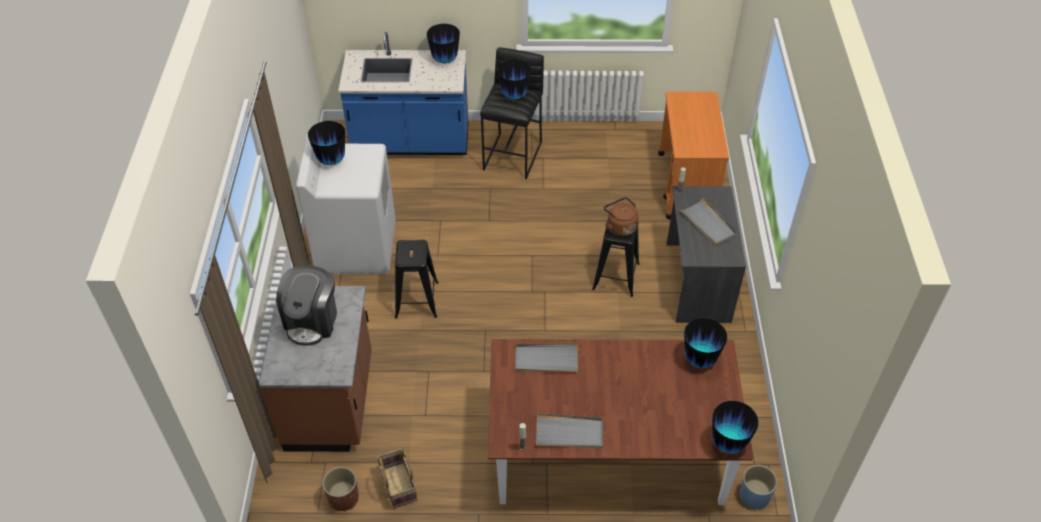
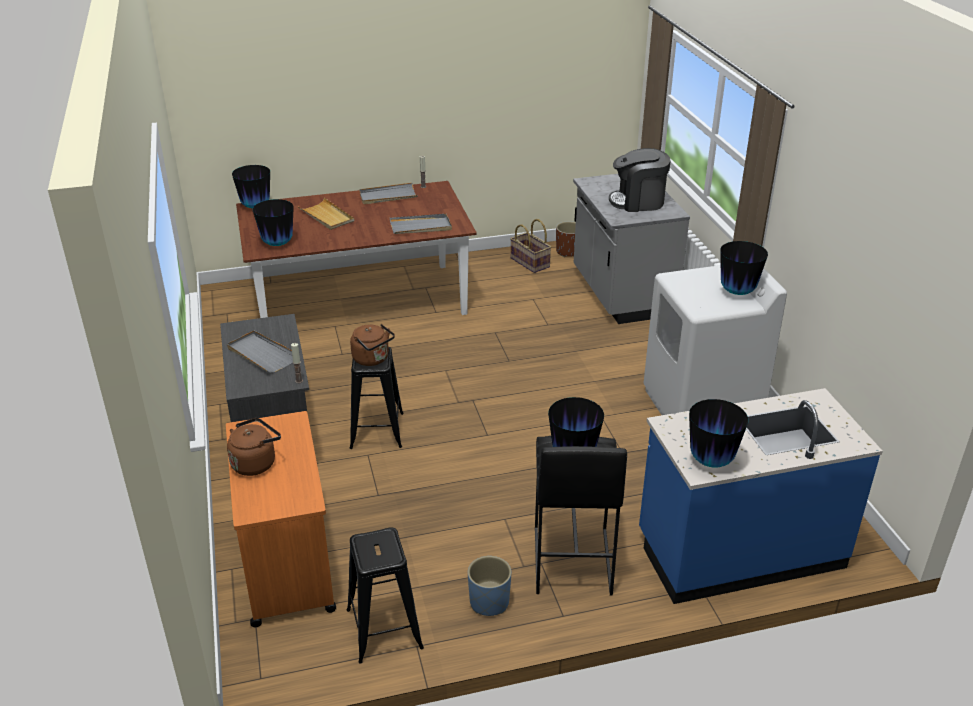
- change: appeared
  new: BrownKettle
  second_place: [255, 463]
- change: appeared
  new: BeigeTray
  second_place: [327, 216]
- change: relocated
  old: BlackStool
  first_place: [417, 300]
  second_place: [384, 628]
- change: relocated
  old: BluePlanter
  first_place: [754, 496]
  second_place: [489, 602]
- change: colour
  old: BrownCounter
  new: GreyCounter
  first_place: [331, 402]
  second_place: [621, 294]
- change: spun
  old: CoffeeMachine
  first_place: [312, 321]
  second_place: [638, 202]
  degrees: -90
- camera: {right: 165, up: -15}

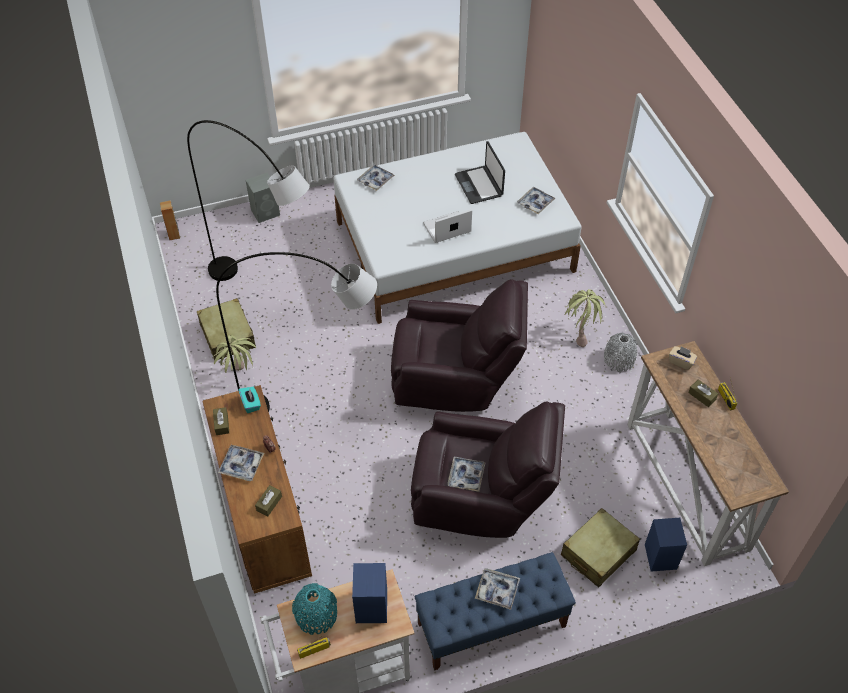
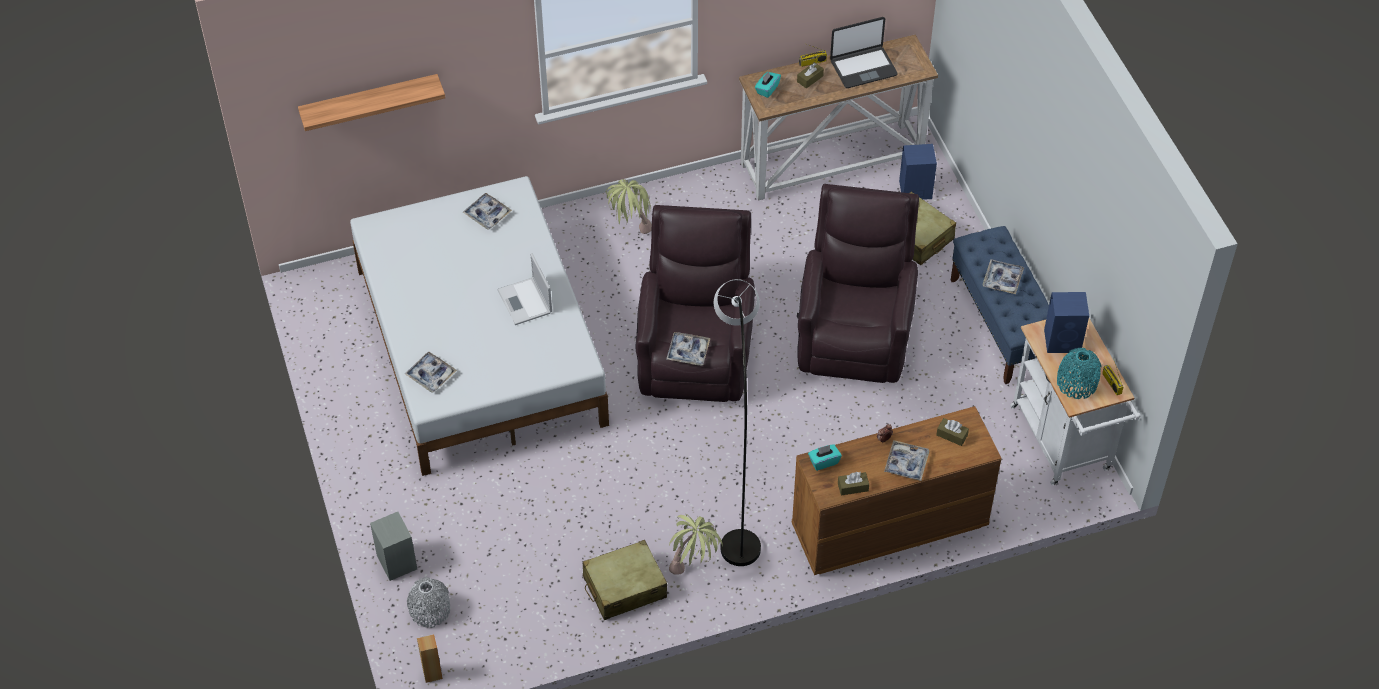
- change: appeared
  new: Shelf
  second_place: [369, 102]
- change: relocated
  old: GreyVase
  first_place: [619, 360]
  second_place: [430, 610]
- change: relocated
  old: Tray
  first_place: [466, 476]
  second_place: [688, 352]
- change: colour
  old: BeigeTissueBox
  new: TurquoiseTissueBox
  first_place: [681, 362]
  second_place: [767, 89]
- change: relocated
  old: Laptop
  first_place: [479, 185]
  second_place: [863, 67]
- change: missing
  old: GreyFloorLamp
  first_place: [268, 291]
- camera: {right: -90, up: 0}

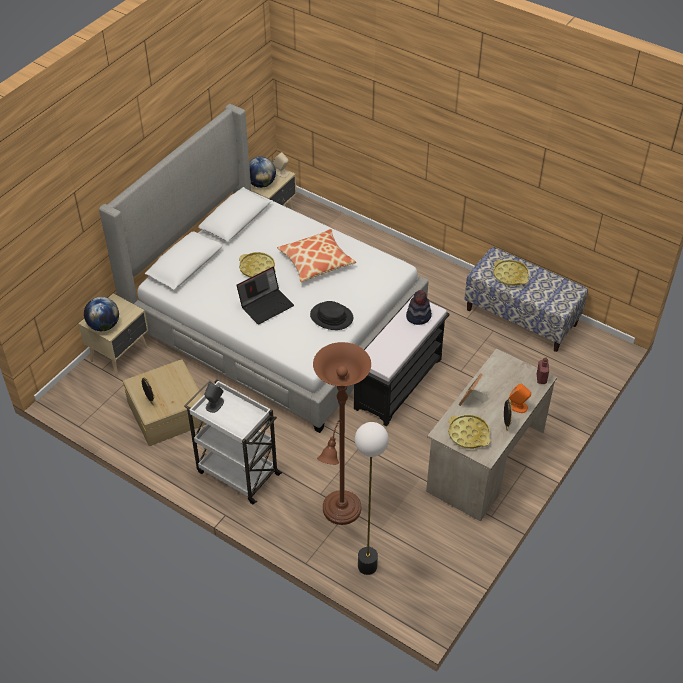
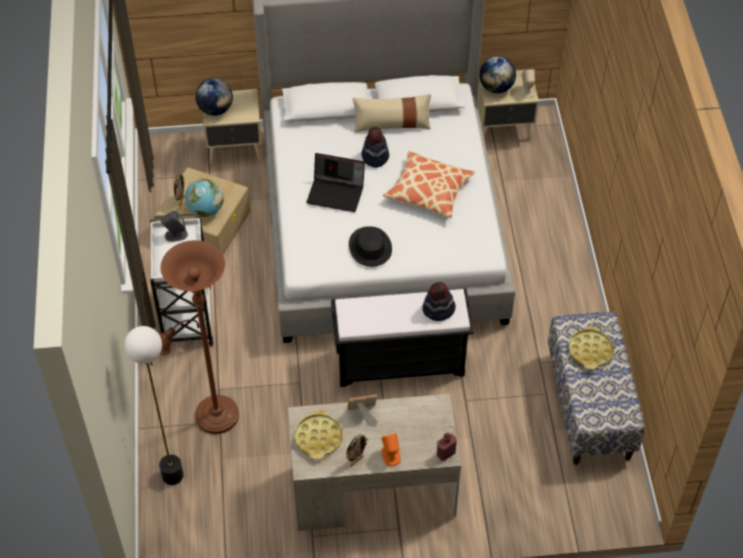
- change: appeared
  new: Globe
  second_place: [205, 210]
- change: appeared
  new: BeigePillow
  second_place: [392, 124]
- change: exchanged
  old: YellowTray
  new: Hat
  first_place: [257, 268]
  second_place: [375, 156]
- camera: {right: 50, up: 5}

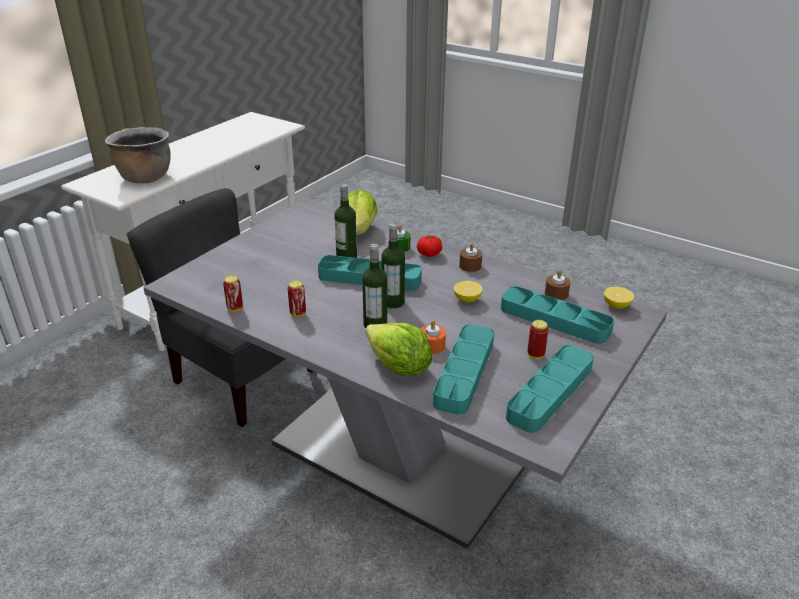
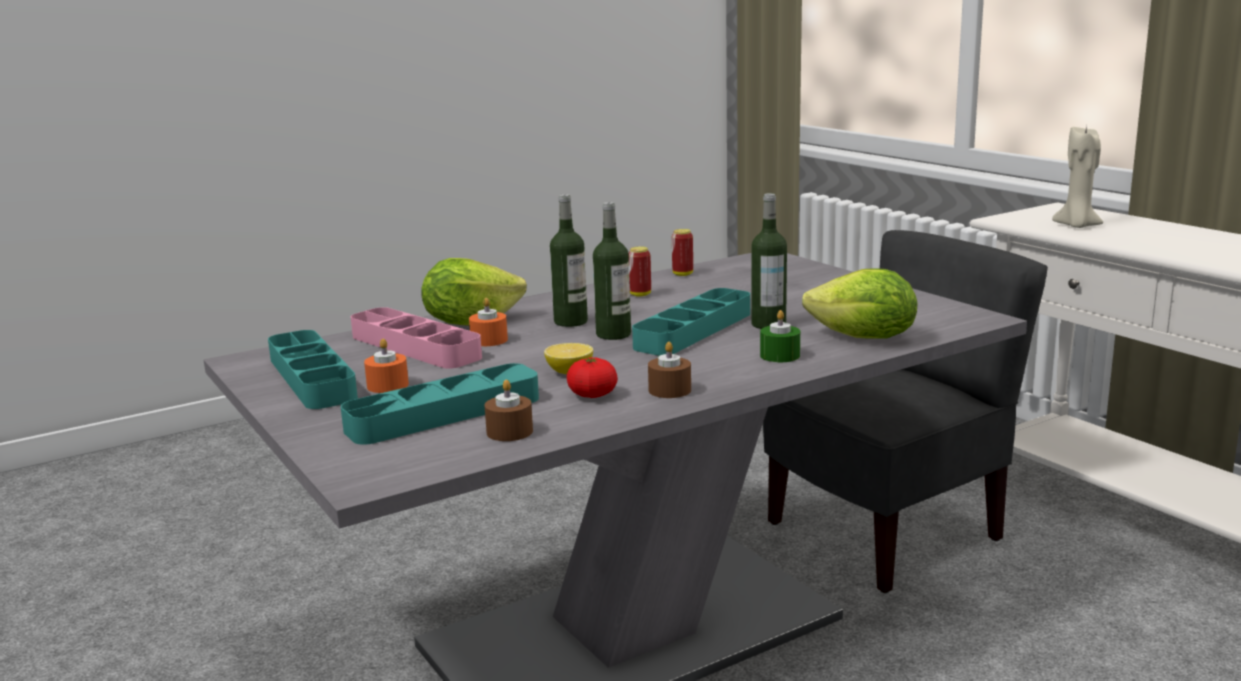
- change: colour
  old: TurquoiseTray
  new: PinkTray
  first_place: [464, 373]
  second_place: [415, 346]
- change: exchanged
  old: Can
  new: OrangeCandle
  first_place: [535, 355]
  second_place: [387, 385]
- change: relocated
  old: Tomato
  first_place: [429, 254]
  second_place: [592, 395]
- change: exchanged
  old: BrownCookingPot
  new: BeigeCandle
  first_place: [145, 177]
  second_place: [1076, 226]
- change: missing
  old: Lemon
  first_place: [616, 306]
- camera: {right: 115, up: -15}

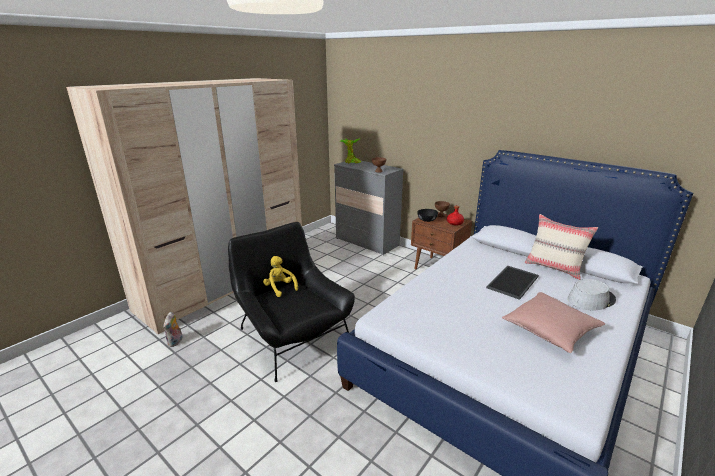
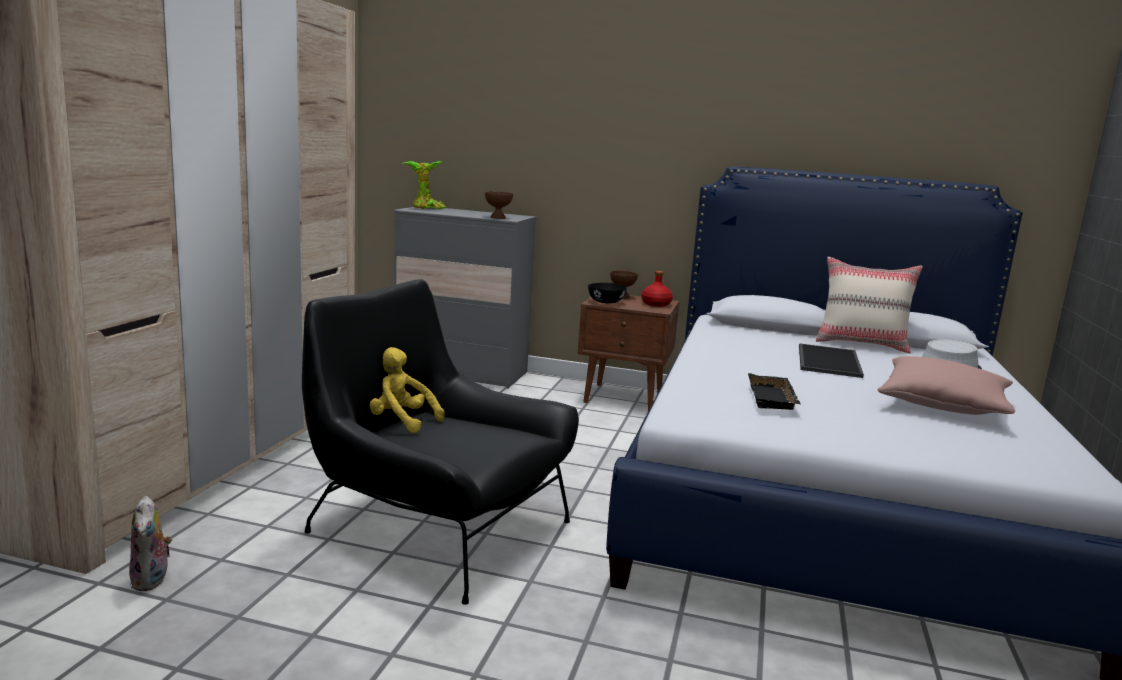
- change: appeared
  new: BlackTray
  second_place: [774, 398]
- camera: {right: -25, up: -10}

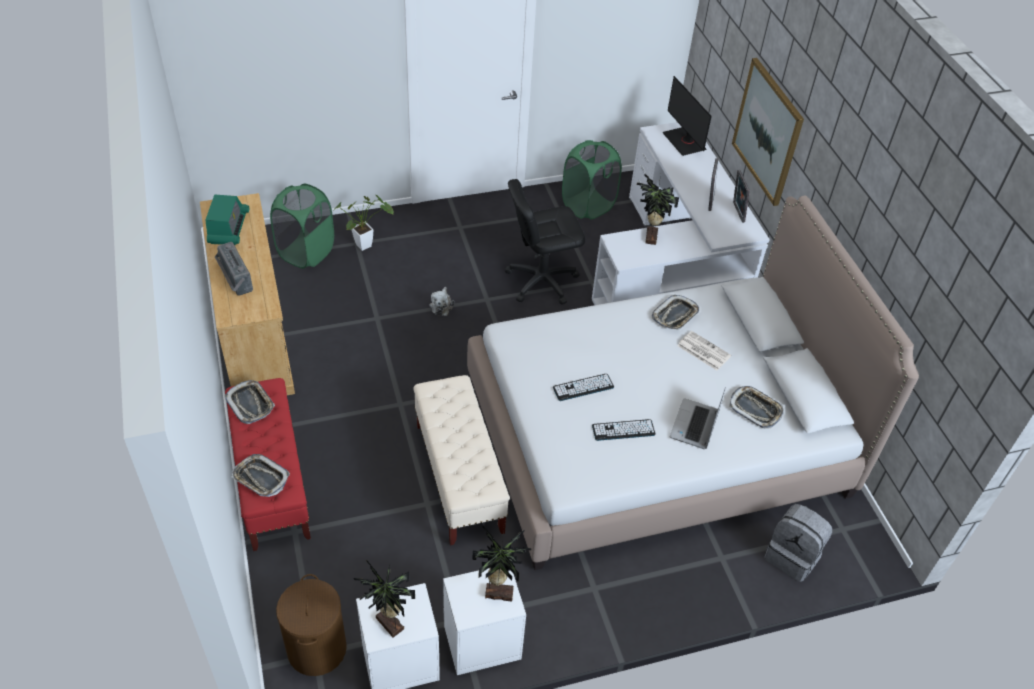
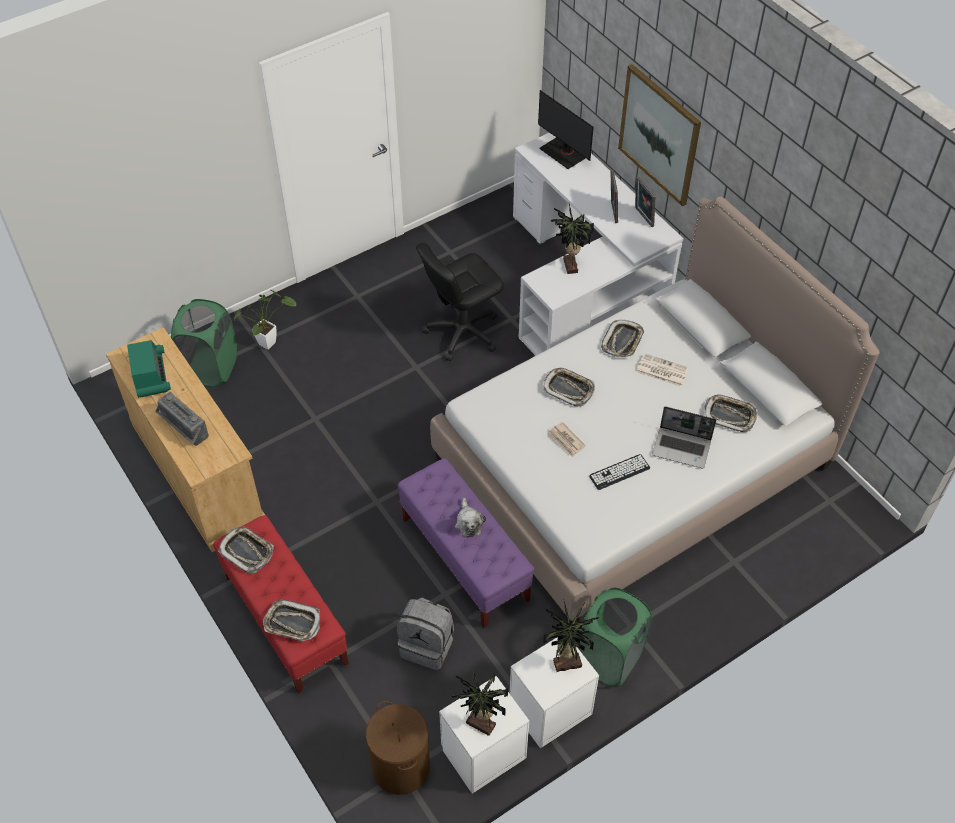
- change: relocated
  old: GreyBackpack
  first_place: [792, 556]
  second_place: [427, 645]
- change: colour
  old: BeigeBench
  new: PurpleBench
  first_place: [459, 478]
  second_place: [465, 560]
- change: relocated
  old: PlushToy
  first_place: [441, 305]
  second_place: [468, 522]
- change: appeared
  new: Tray
  second_place: [568, 389]
- change: exchanged
  old: Keyboard
  new: Newspaper
  first_place: [583, 387]
  second_place: [566, 440]
- change: relocated
  old: GreenLaundryBasket
  first_place: [588, 205]
  second_place: [609, 658]
- change: spun
  old: Laptop
  first_place: [695, 425]
  second_place: [682, 448]
  degrees: -75
- camera: {right: -15, up: 5}

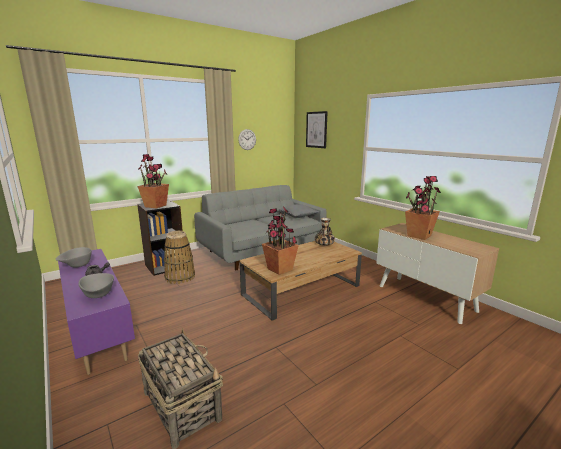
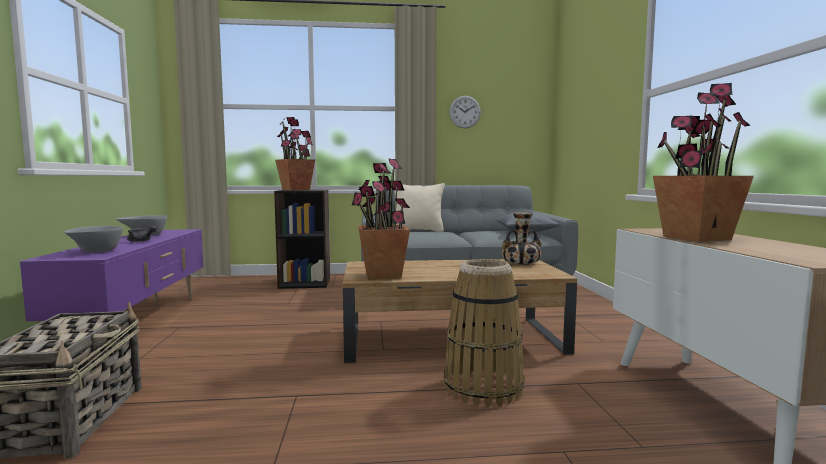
- change: appeared
  new: BeigePillow
  second_place: [418, 230]
- change: relocated
  old: Basket
  first_place: [180, 277]
  second_place: [482, 387]
- change: missing
  old: Picture
  first_place: [316, 129]
- camera: {right: 30, up: -10}

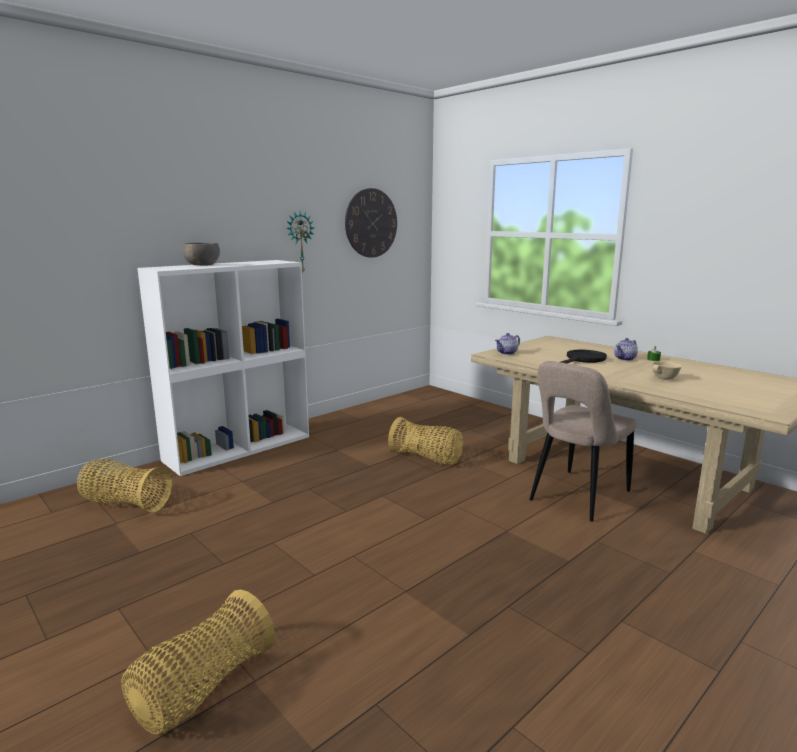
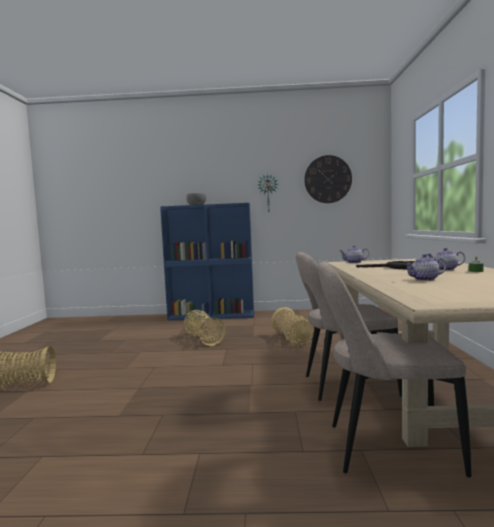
- change: colour
  old: WhiteBookcase
  new: BlueBookcase
  first_place: [239, 448]
  second_place: [212, 315]
- change: relocated
  old: Basket
  first_place: [125, 503]
  second_place: [203, 339]
- change: appeared
  new: BeigeChair
  second_place: [385, 448]
- change: exchanged
  old: BeigeBowl
  new: Teapot
  first_place: [664, 379]
  second_place: [424, 279]
- camera: {right: 45, up: -10}

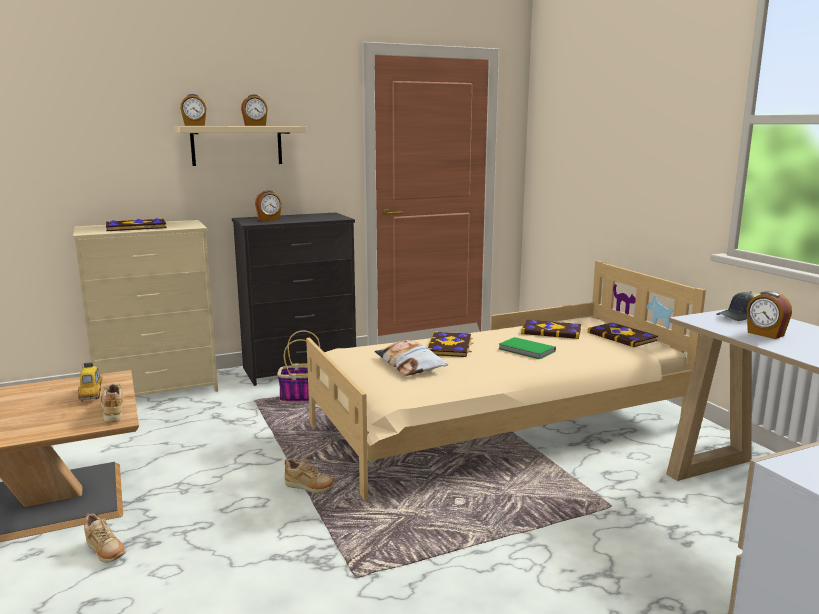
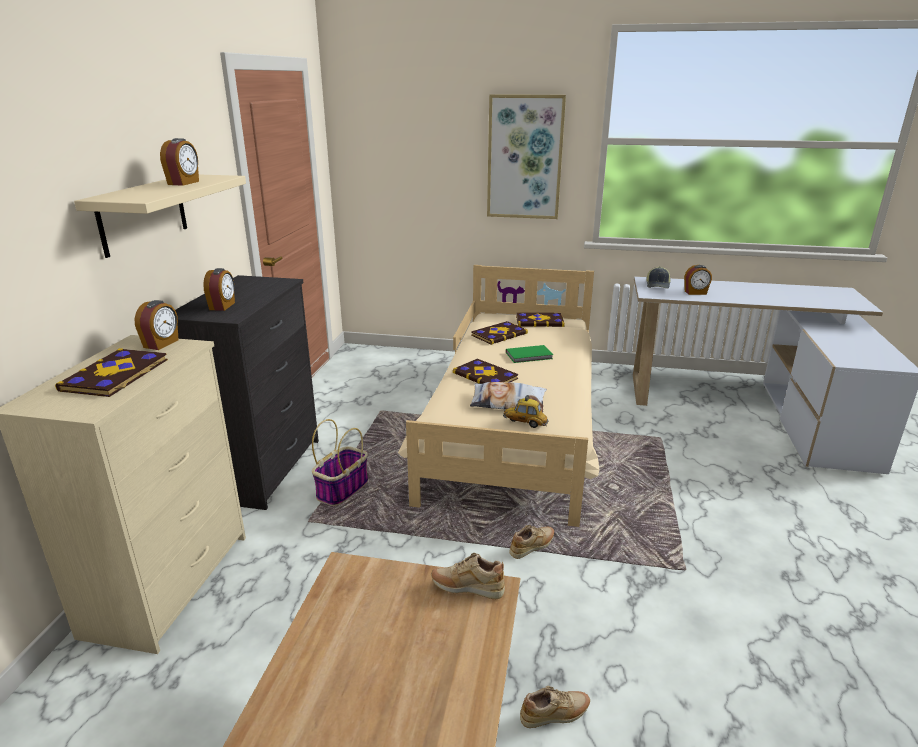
- change: relocated
  old: AlarmClock
  first_place: [194, 125]
  second_place: [162, 344]
- change: appeared
  new: Picture
  second_place: [524, 158]
- change: relocated
  old: ToyCar
  first_place: [92, 394]
  second_place: [525, 423]
- camera: {right: -55, up: 10}

